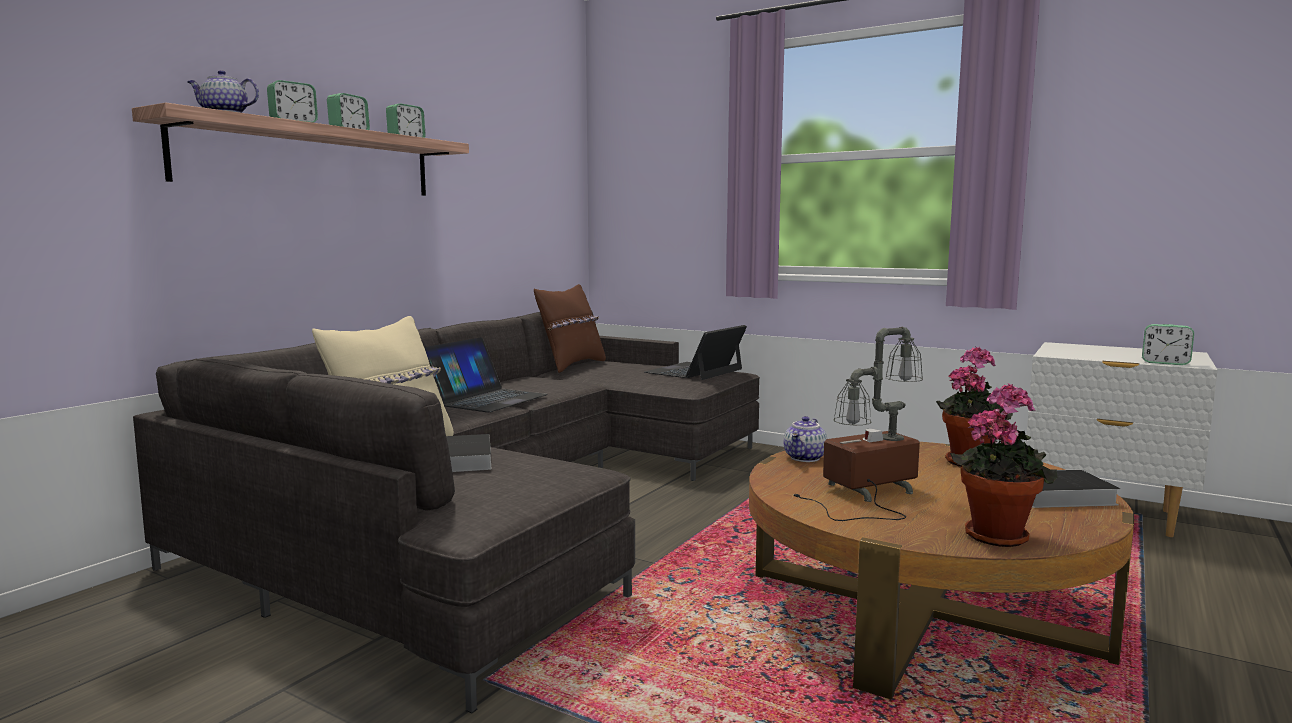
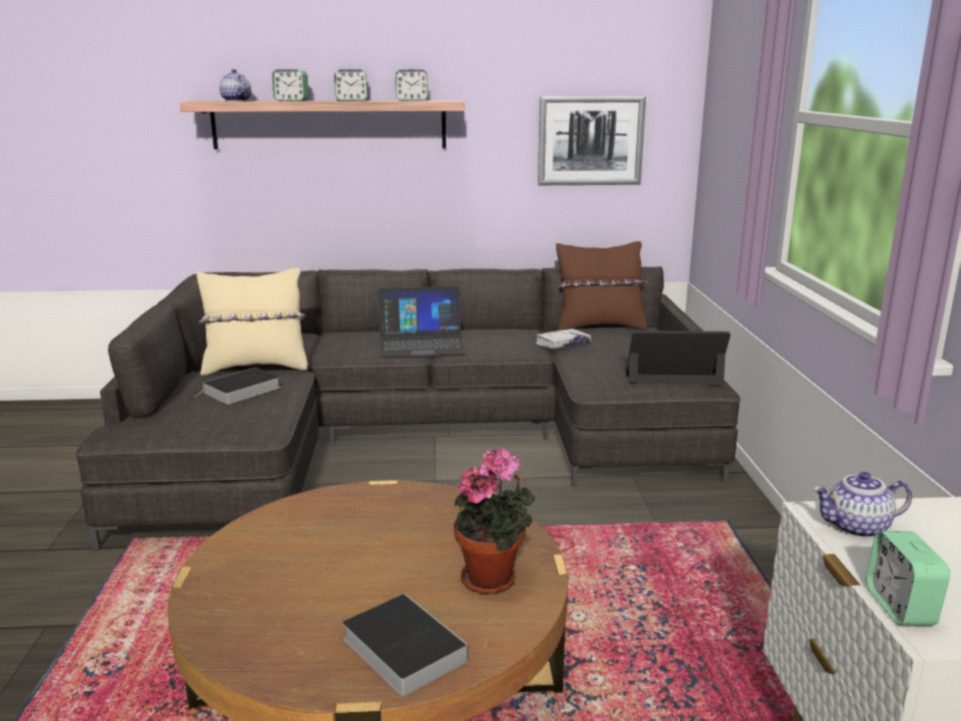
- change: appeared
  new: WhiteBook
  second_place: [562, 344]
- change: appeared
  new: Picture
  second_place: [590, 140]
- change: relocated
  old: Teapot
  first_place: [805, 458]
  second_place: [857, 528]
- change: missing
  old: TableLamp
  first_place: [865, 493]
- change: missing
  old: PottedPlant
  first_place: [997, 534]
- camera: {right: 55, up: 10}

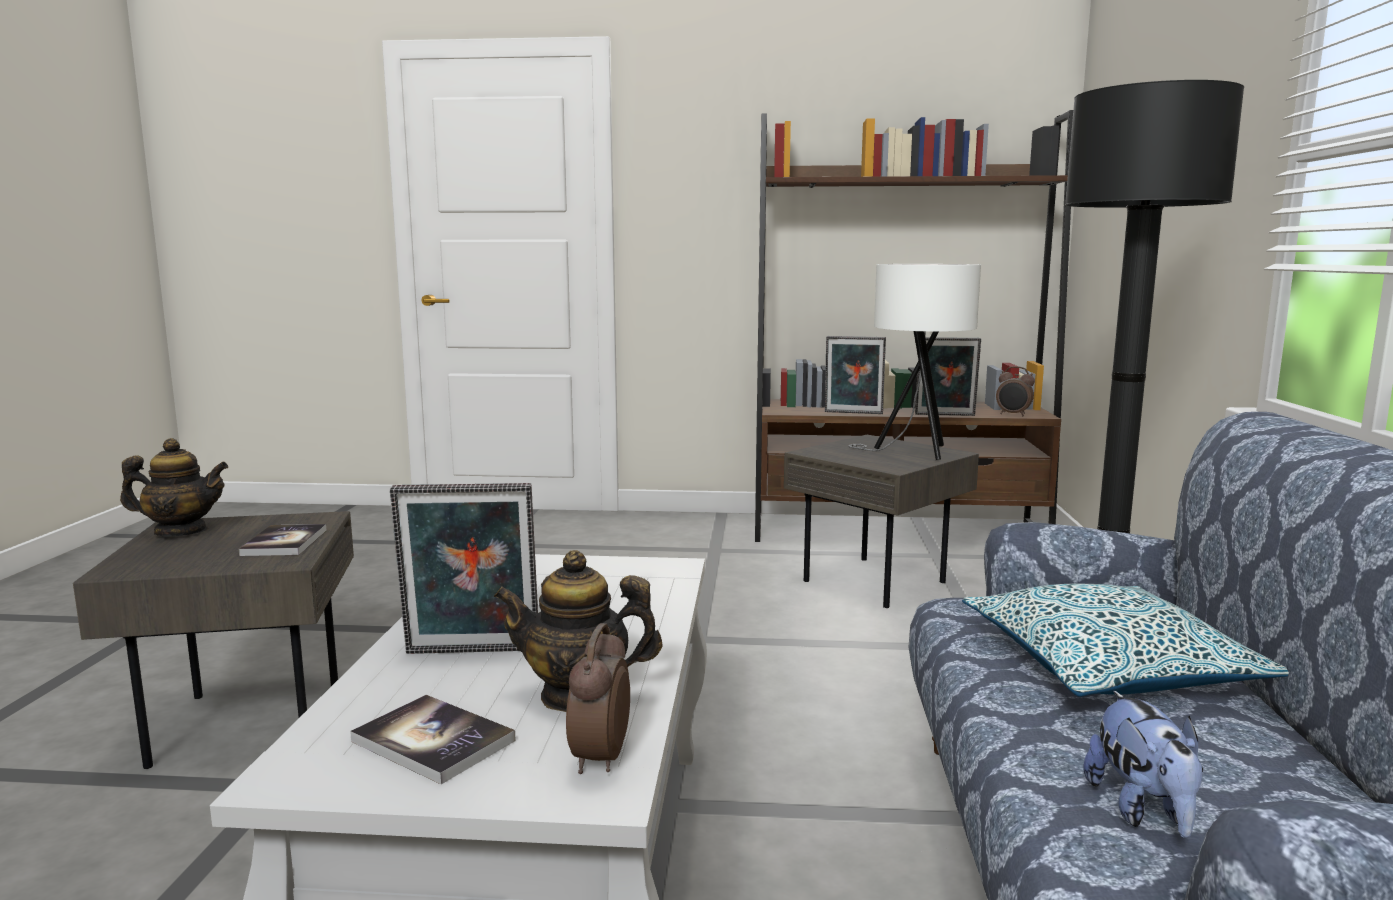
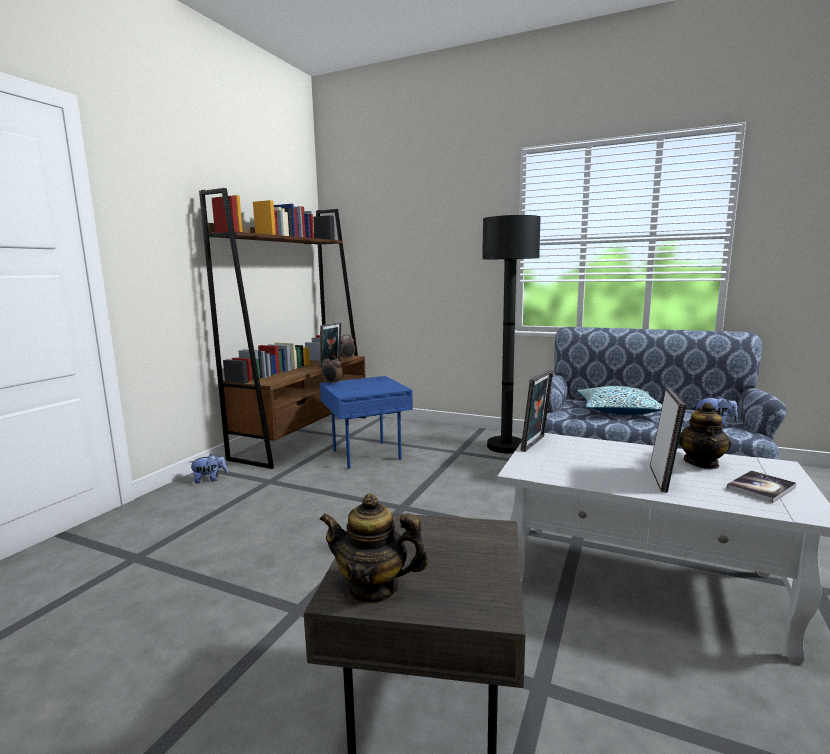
- change: appeared
  new: PlushToy
  second_place: [209, 479]
- change: spun
  old: Teapot
  first_place: [181, 532]
  second_place: [373, 588]
  degrees: -90
- change: colour
  old: GreySideTable
  new: BlueSideTable
  first_place: [879, 581]
  second_place: [367, 454]
- change: relocated
  old: AlarmClock
  first_place: [598, 759]
  second_place: [332, 383]
- change: relocated
  old: PictureFrame
  first_place: [853, 413]
  second_place: [536, 444]
- change: missing
  old: Book
  first_place: [284, 542]
- change: missing
  old: WhiteTableLamp
  first_place: [913, 453]
- camera: {right: -70, up: 0}

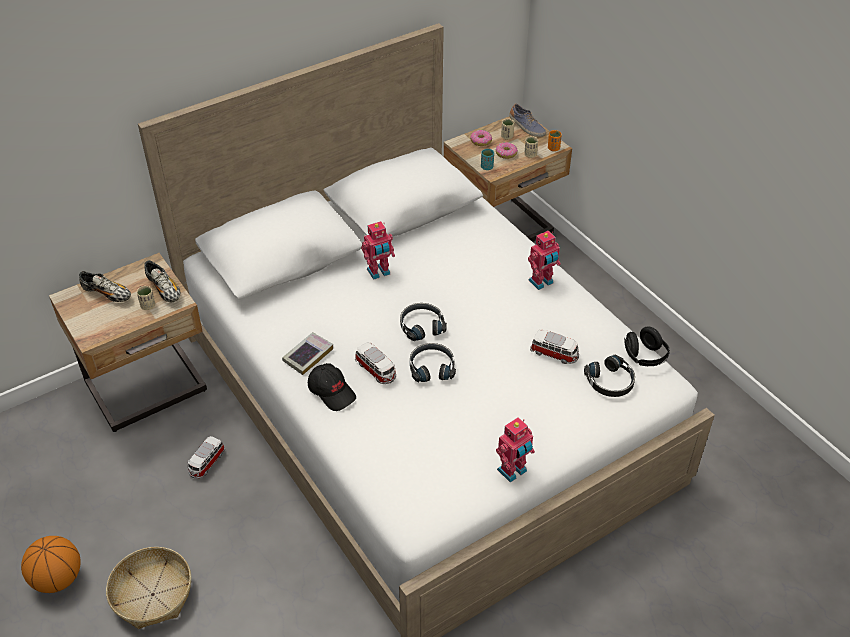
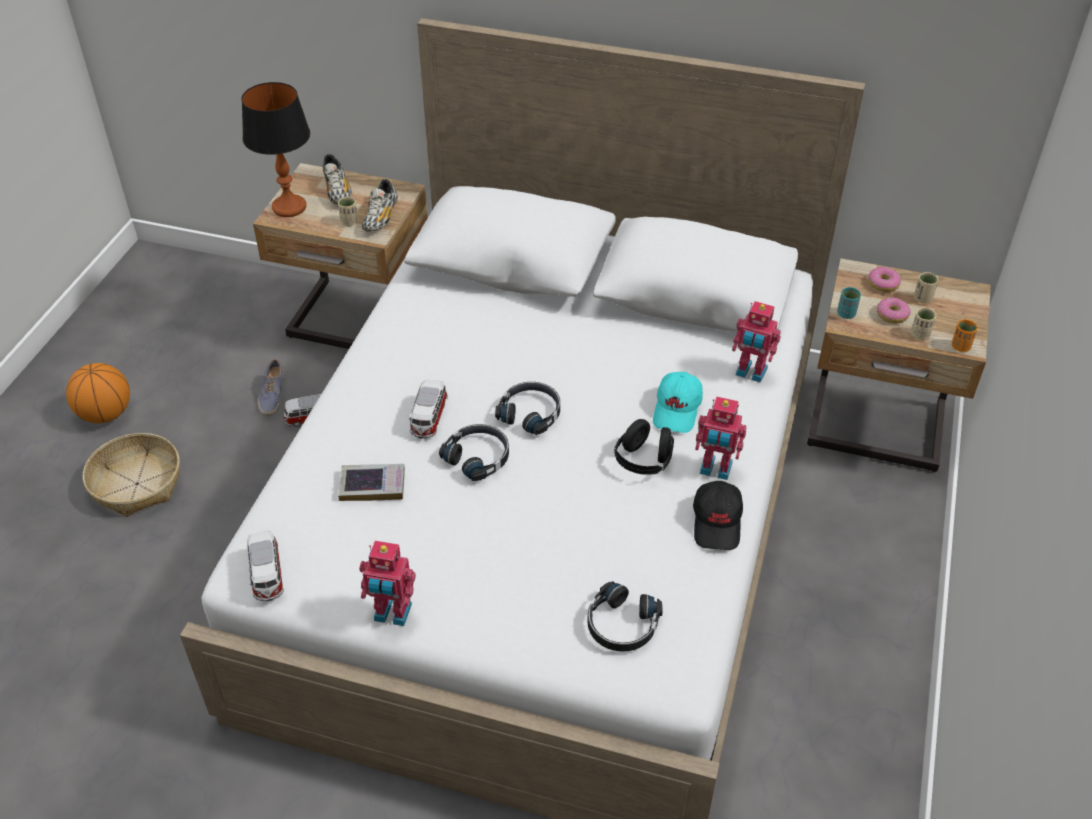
- change: appeared
  new: TableLamp
  second_place: [289, 207]
- change: relocated
  old: ToyCar
  first_place: [554, 354]
  second_place: [267, 575]
- change: relocated
  old: Shoe
  first_place: [526, 128]
  second_place: [272, 395]
- change: relocated
  old: Book
  first_place: [308, 356]
  second_place: [372, 486]
- change: relocated
  old: BlackHeadphones
  first_place: [644, 357]
  second_place: [643, 461]
- change: appeared
  new: TurquoiseCap
  second_place: [677, 410]
- change: relocated
  old: BlackCap
  first_place: [332, 392]
  second_place: [717, 523]
- change: relocated
  old: ToyRobot
  first_place: [379, 272]
  second_place: [750, 373]
- camera: {right: 50, up: 0}

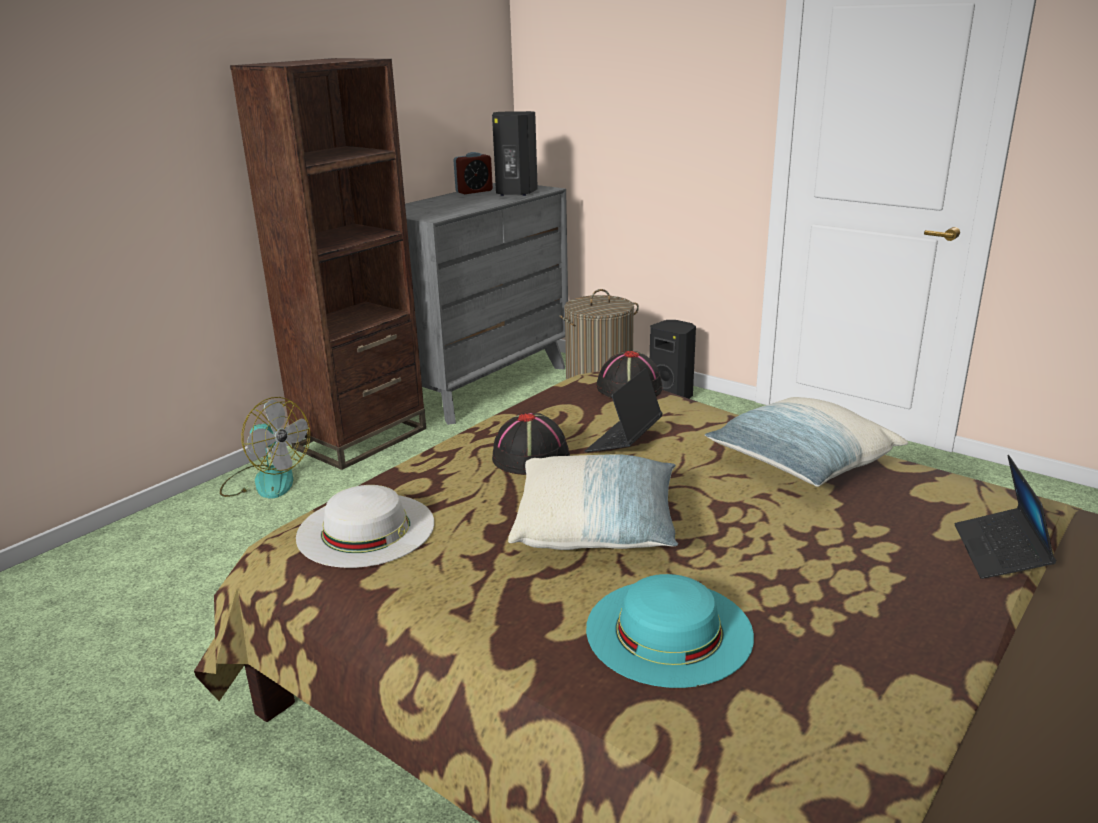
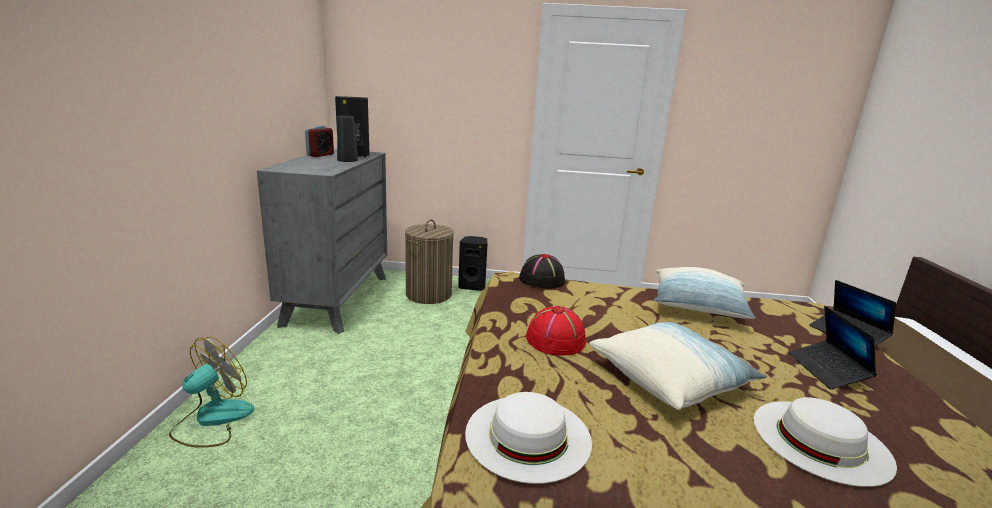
- change: spun
  old: Fan
  first_place: [266, 481]
  second_place: [212, 420]
  degrees: -60
- change: appeared
  new: BlackVase
  second_place: [347, 160]
- change: colour
  old: BlackHat
  new: RedHat
  first_place: [531, 456]
  second_place: [556, 339]
- change: colour
  old: TurquoiseHat
  new: WhiteHat
  first_place: [668, 630]
  second_place: [820, 440]
- change: relocated
  old: Laptop
  first_place: [624, 442]
  second_place: [827, 370]
- change: missing
  old: BrownBookcase
  first_place: [361, 438]
- camera: {right: -35, up: -5}

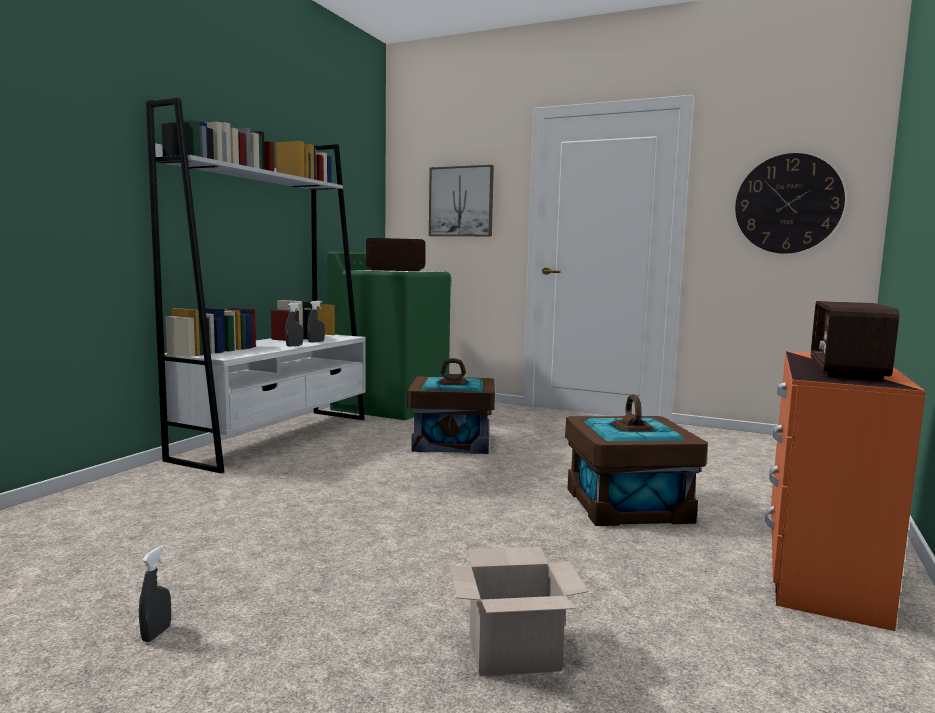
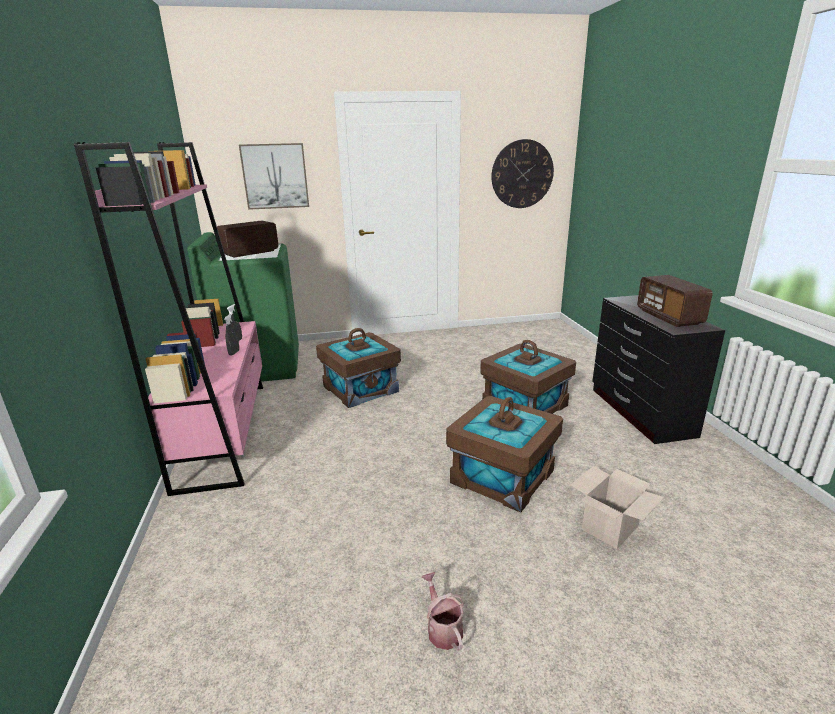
- change: colour
  old: WhiteBookcase
  new: PinkBookcase
  first_place: [277, 437]
  second_place: [224, 431]
- change: exchanged
  old: GreySprayBottle
  new: WateringCan
  first_place: [156, 634]
  second_place: [442, 628]
- change: appeared
  new: BrownStorageBox
  second_place: [503, 477]
- change: colour
  old: OrangeDresser
  new: BlackDresser
  first_place: [819, 566]
  second_place: [640, 412]
- camera: {right: -35, up: 15}

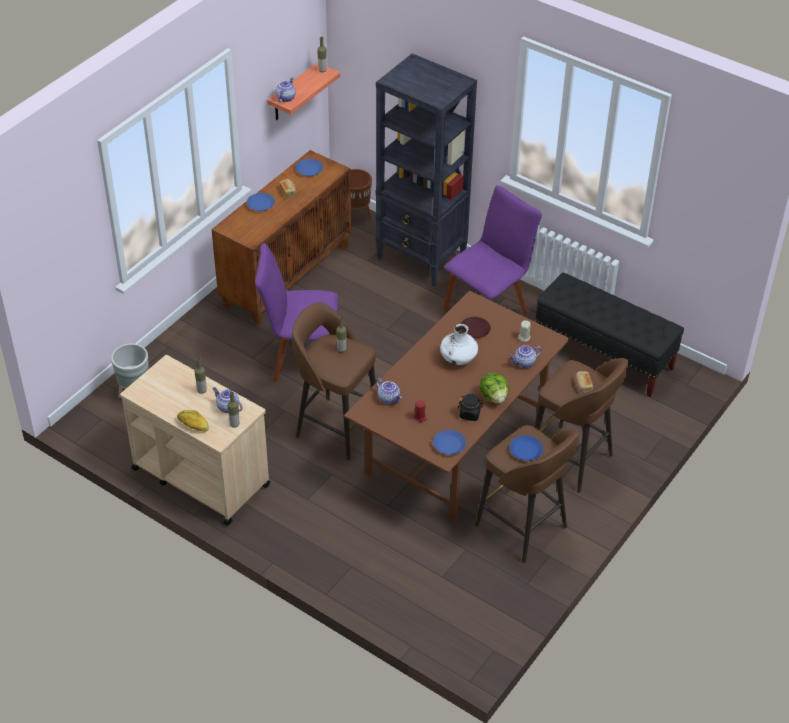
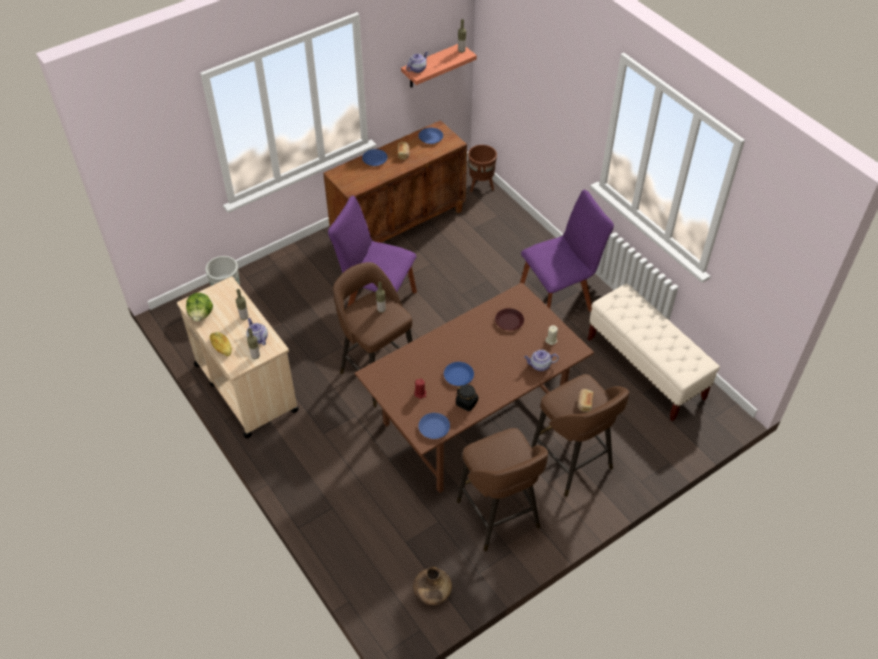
- change: relocated
  old: Lettuce
  first_place: [494, 397]
  second_place: [201, 314]
- change: appeared
  new: BrownVase
  second_place: [432, 593]
- change: relocated
  old: BluePlate
  first_place: [526, 451]
  second_place: [459, 376]
- change: colour
  old: BlackBench
  new: BeigeBench
  first_place: [604, 355]
  second_place: [645, 369]
- change: missing
  old: BlackBookcase
  first_place: [421, 258]
- change: missing
  old: Teapot
  first_place: [389, 398]
- change: missing
  old: WhiteVase
  first_place: [458, 359]
- camera: {right: 20, up: 5}

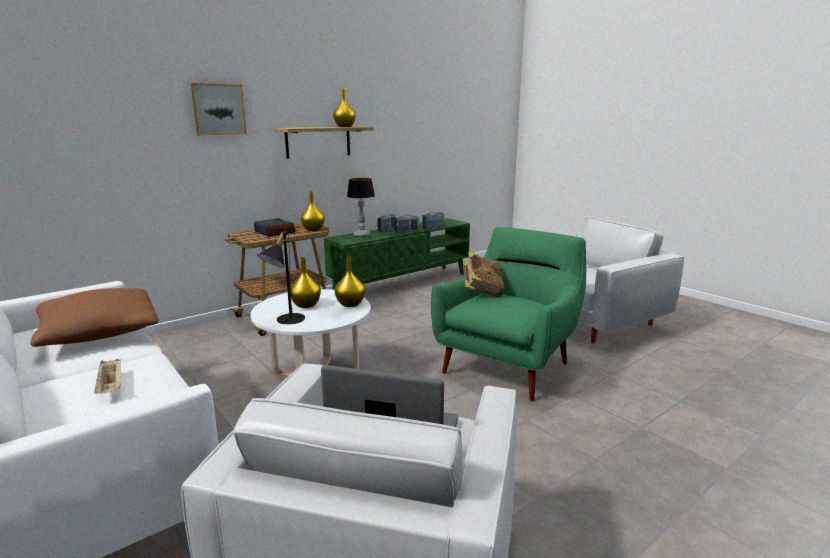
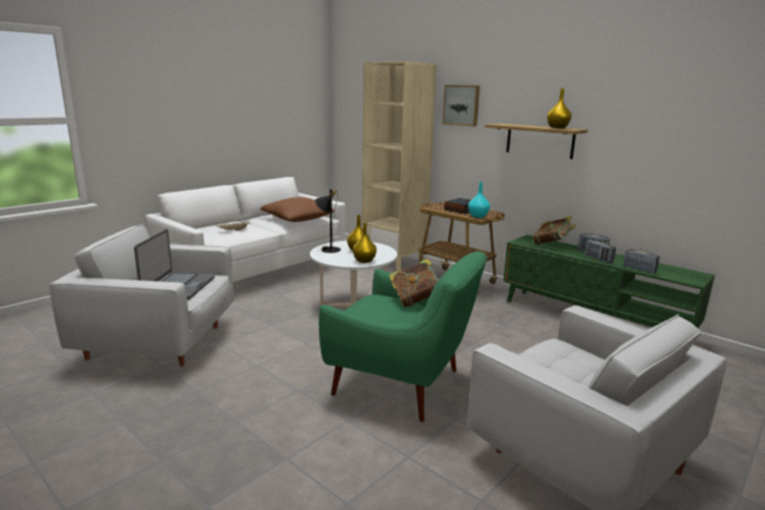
- change: appeared
  new: BeigeBookcase
  second_place: [394, 262]
- change: colour
  old: YellowVase
  new: TurquoiseVase
  first_place: [312, 229]
  second_place: [477, 216]
- change: exchanged
  old: TableLamp
  new: Book
  first_place: [361, 235]
  second_place: [552, 245]
- camera: {right: 80, up: 0}

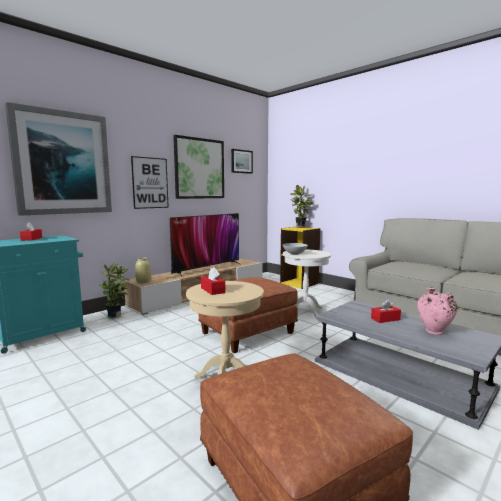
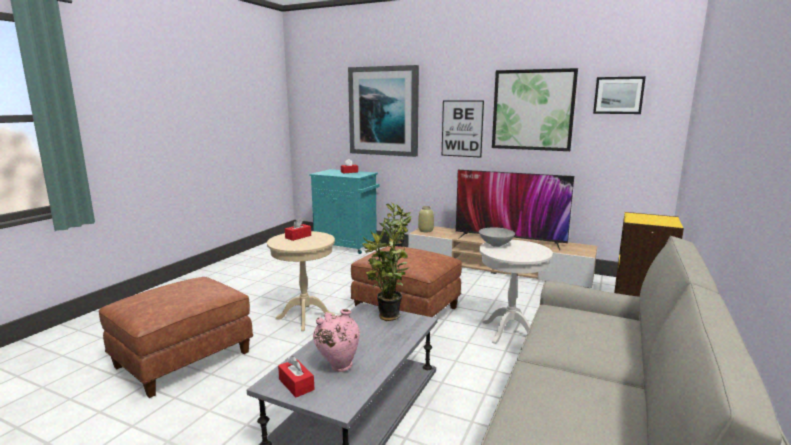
- change: relocated
  old: RedTissueBox
  first_place: [385, 319]
  second_place: [296, 384]
- change: relocated
  old: PottedPlant
  first_place: [301, 227]
  second_place: [386, 317]
- camera: {right: 70, up: 5}

